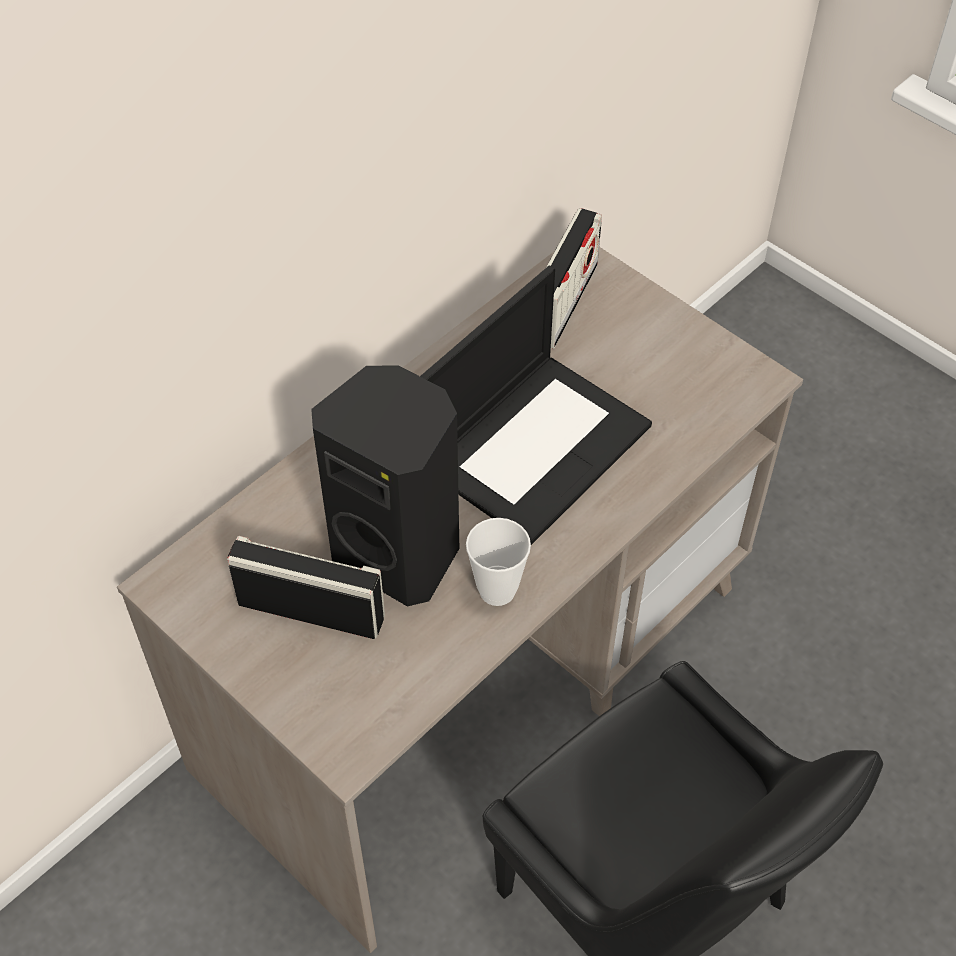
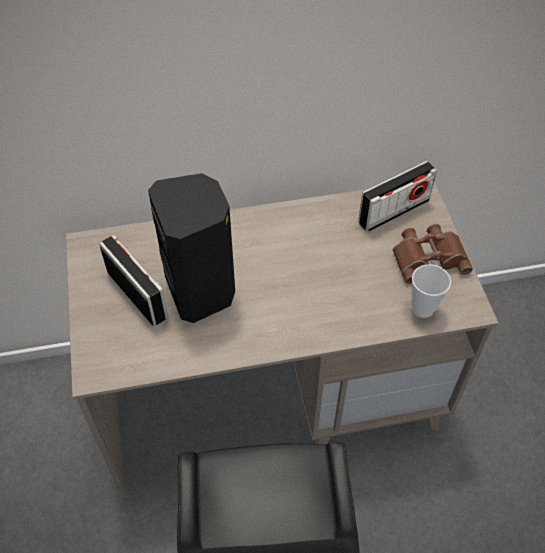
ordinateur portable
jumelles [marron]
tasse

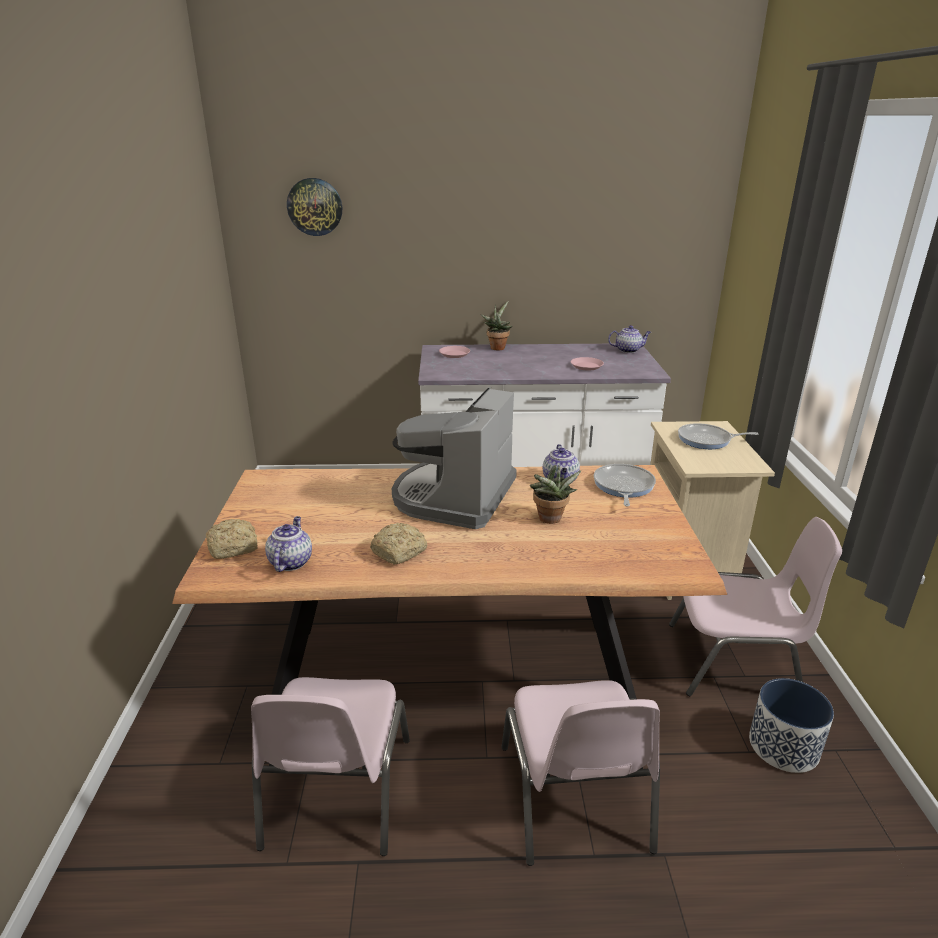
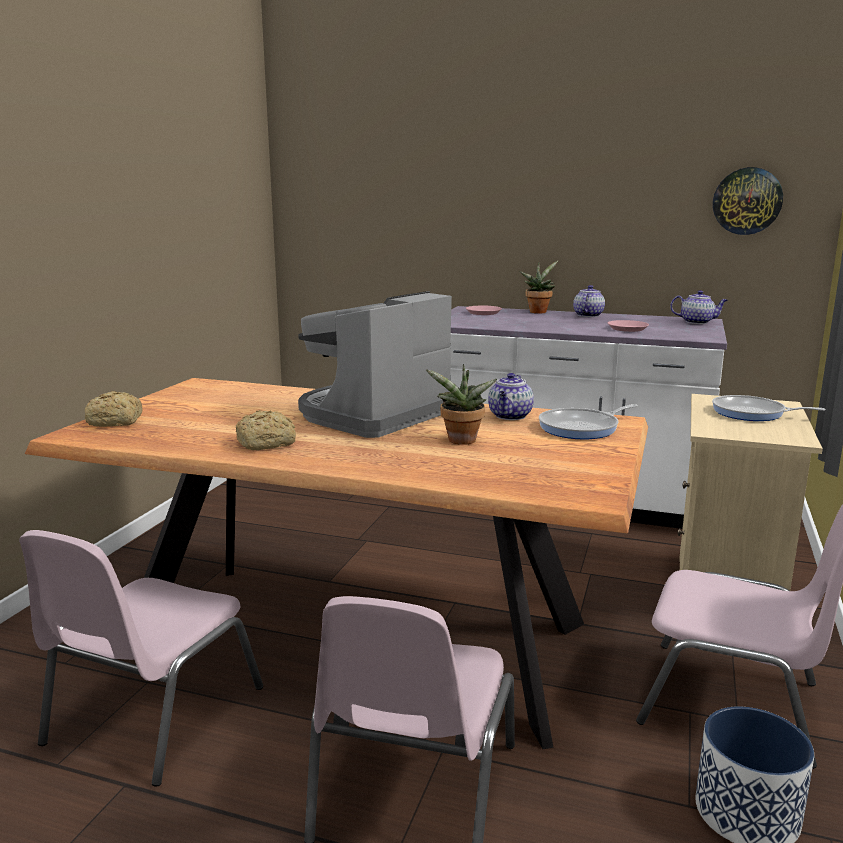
théière (no. 2 from left)
horloge murale
poêle (no. 1 from left)

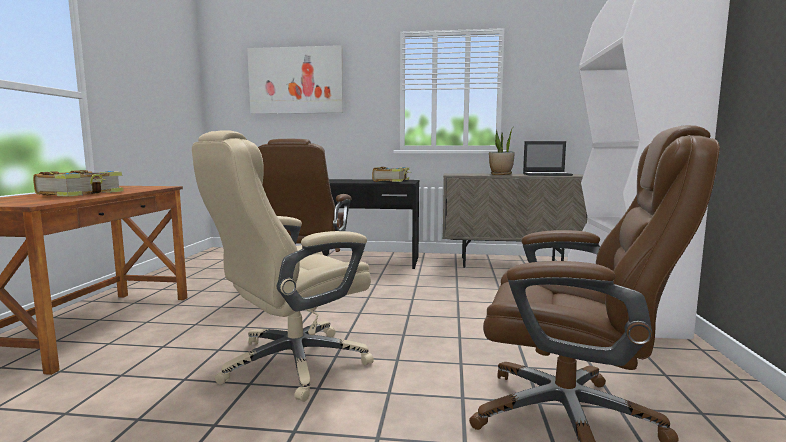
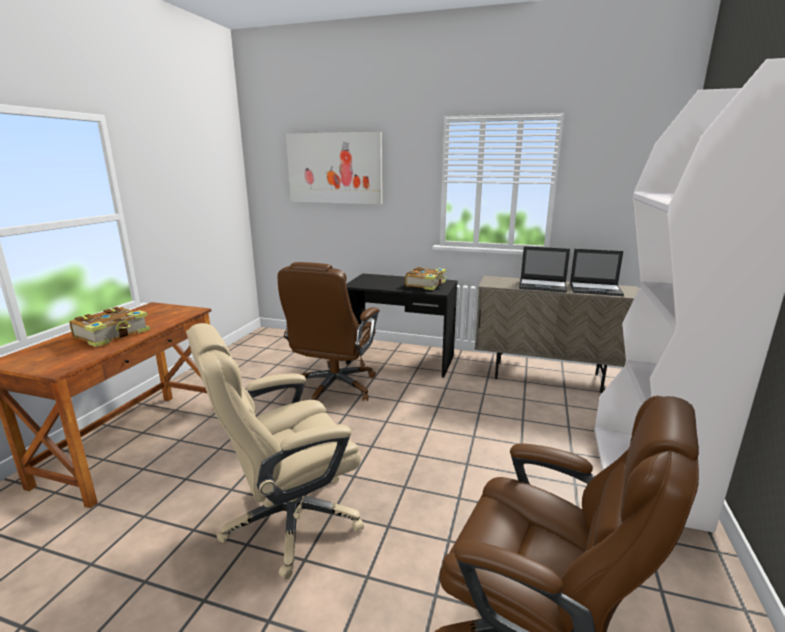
ordinateur portable (no. 1 from left)

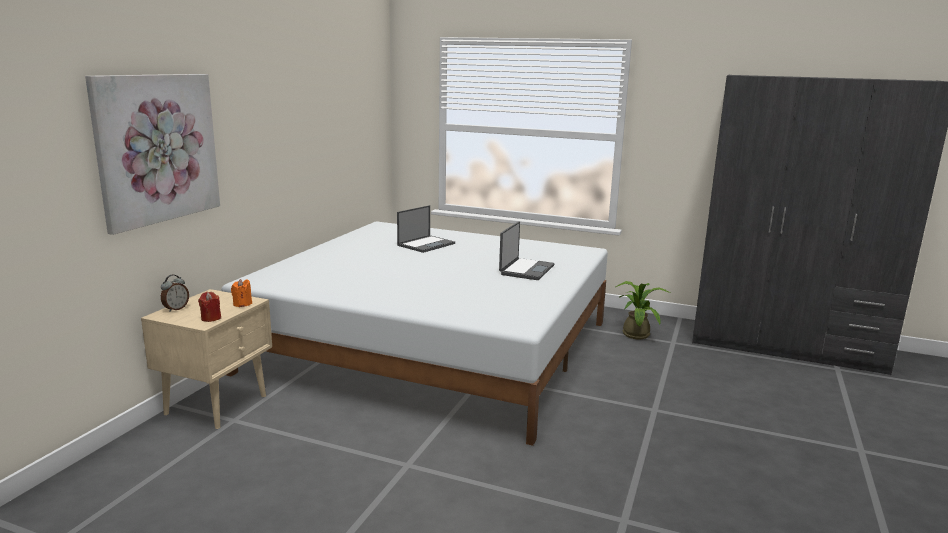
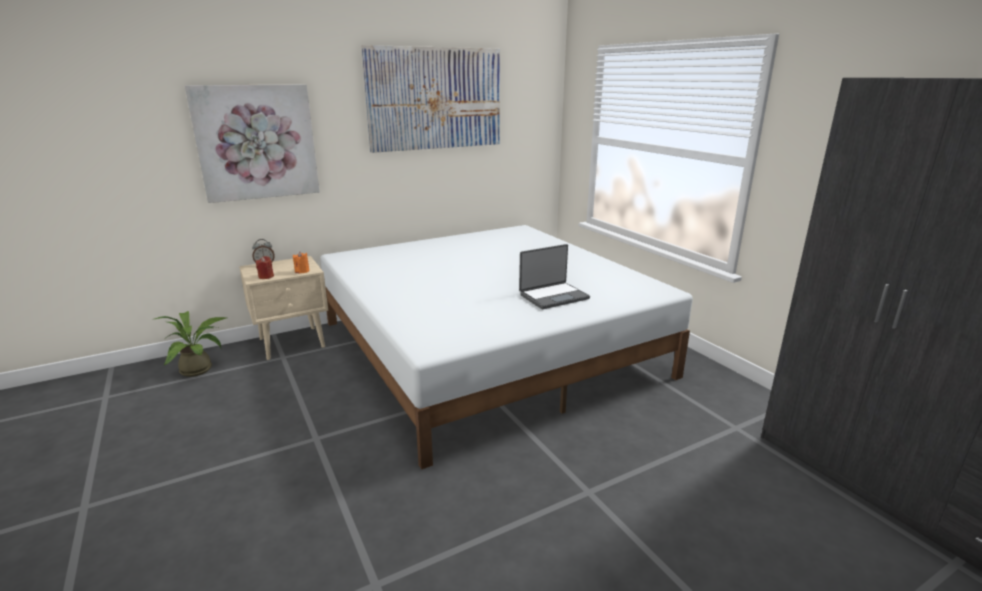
ordinateur portable (no. 1 from left in the first image)
tableau (no. 2 from left)
plante en pot

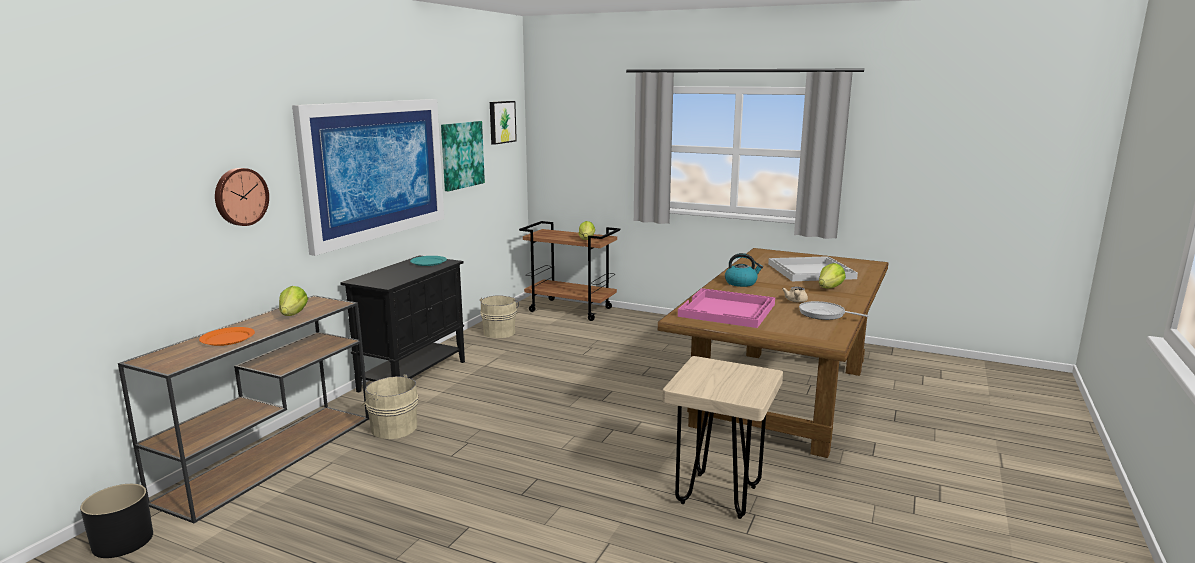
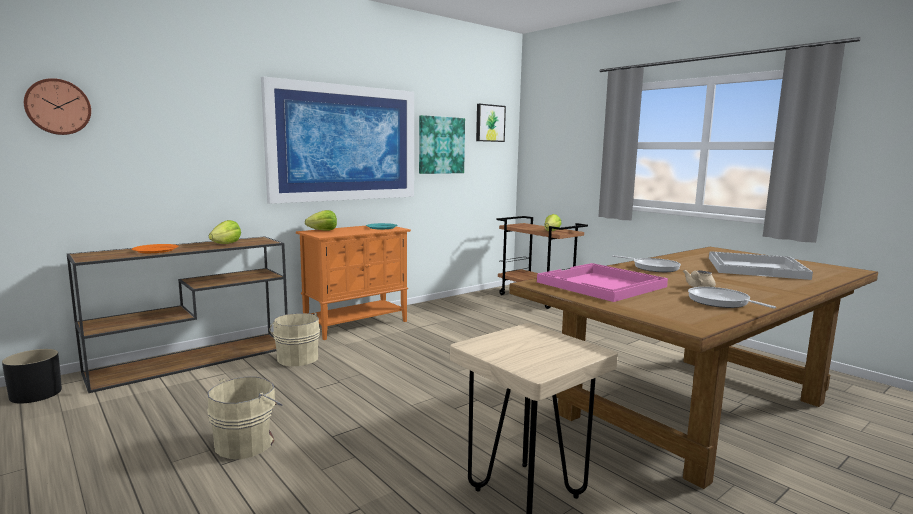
horloge murale
seau [beige] (no. 1 from left)
laitue (no. 2 from left)
poêle (no. 1 from left)
meuble de rangement [orange]

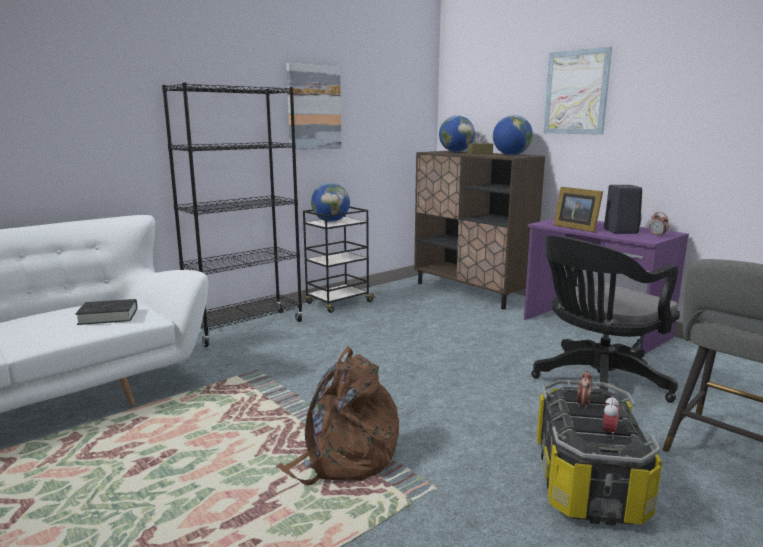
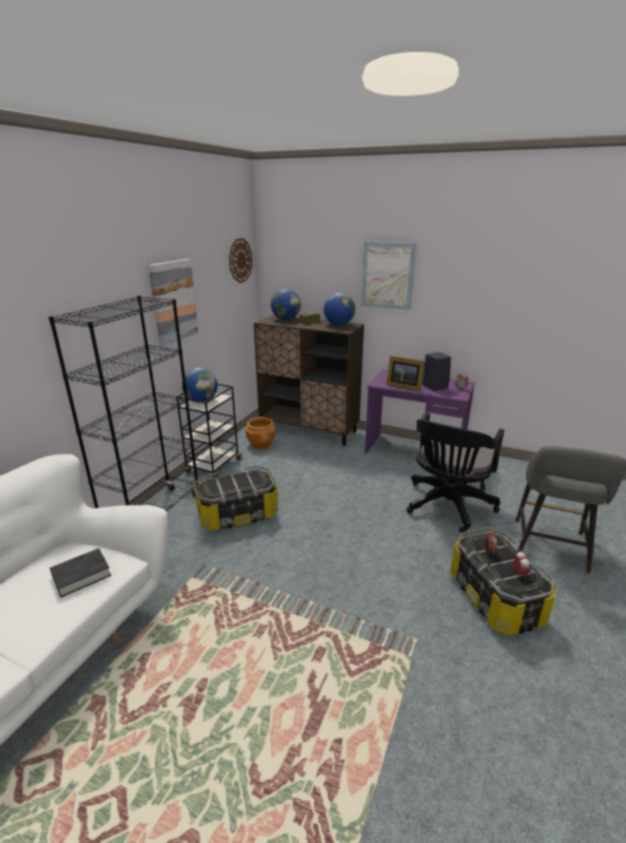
sac à dos [marron]
boîte de rangement (no. 1 from left)
horloge murale
cache-pot [marron]

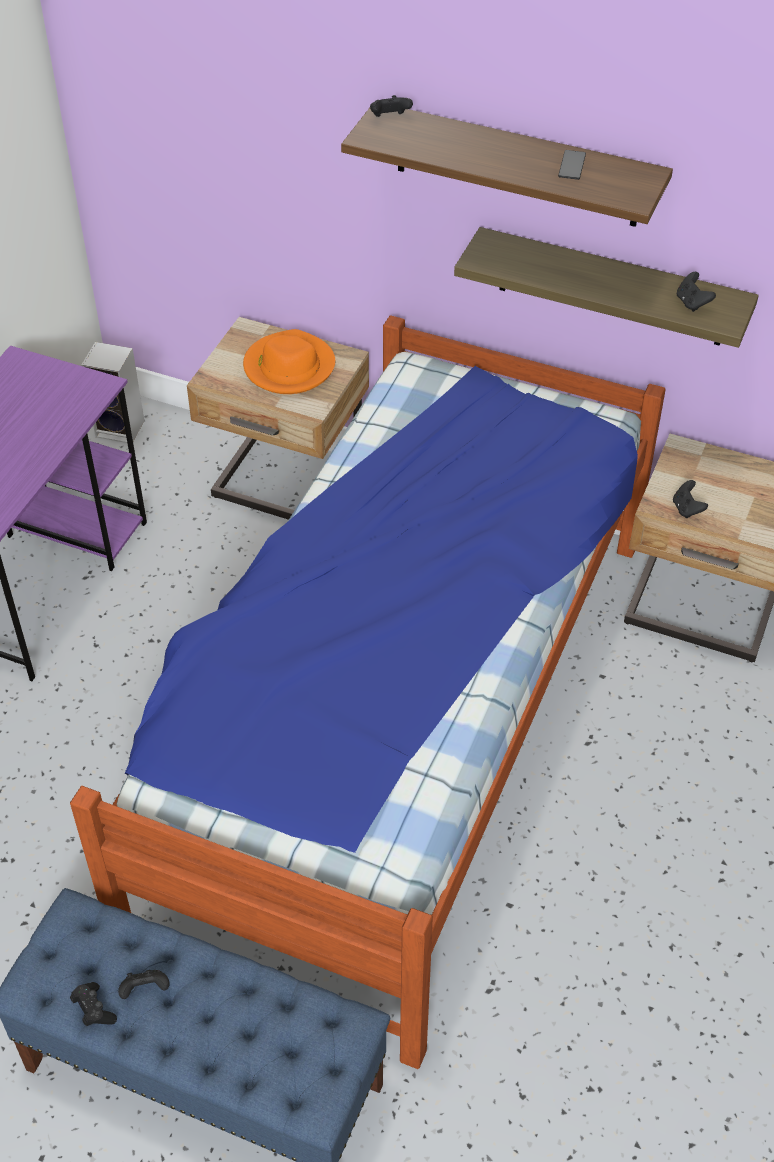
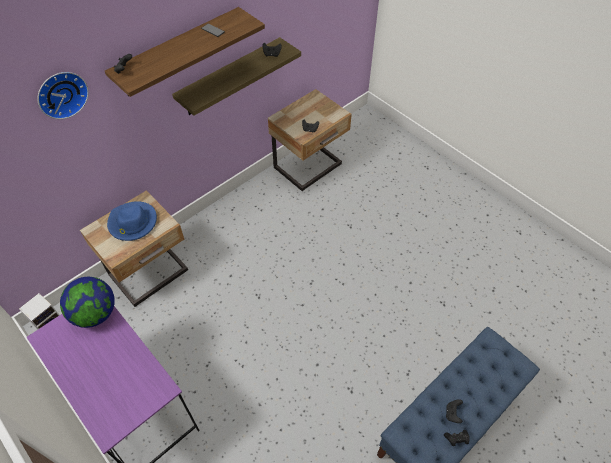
lit
horloge murale
globe
chapeau [bleu]

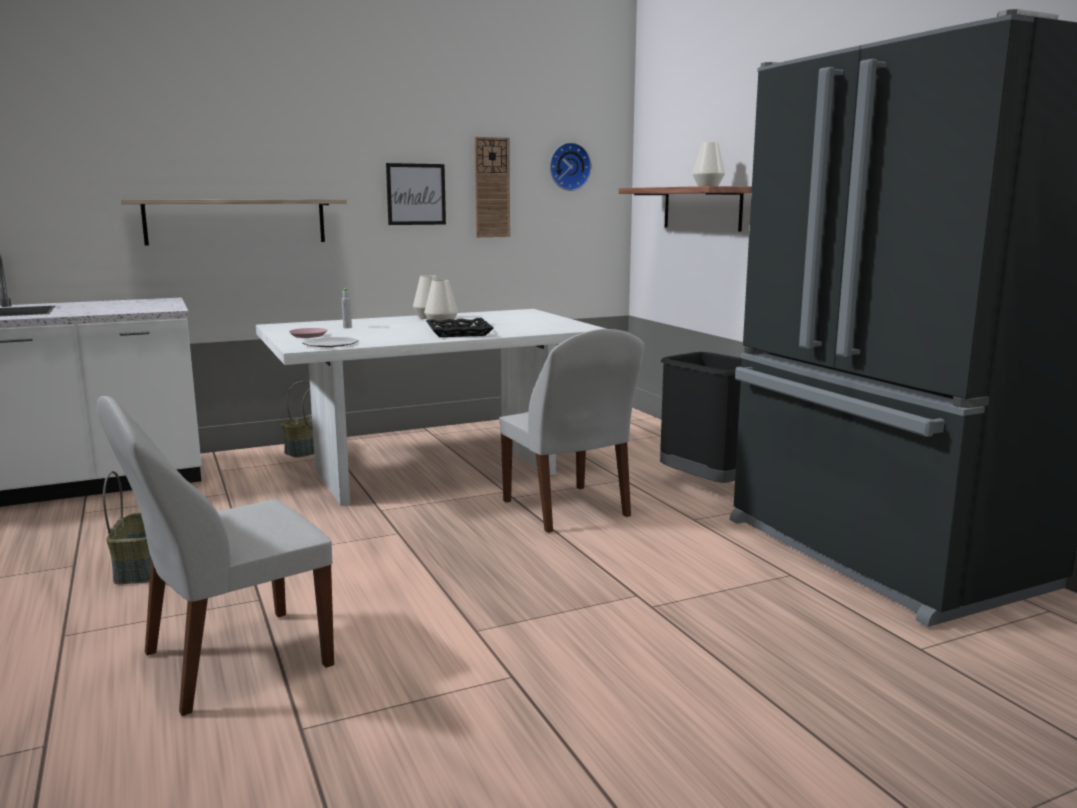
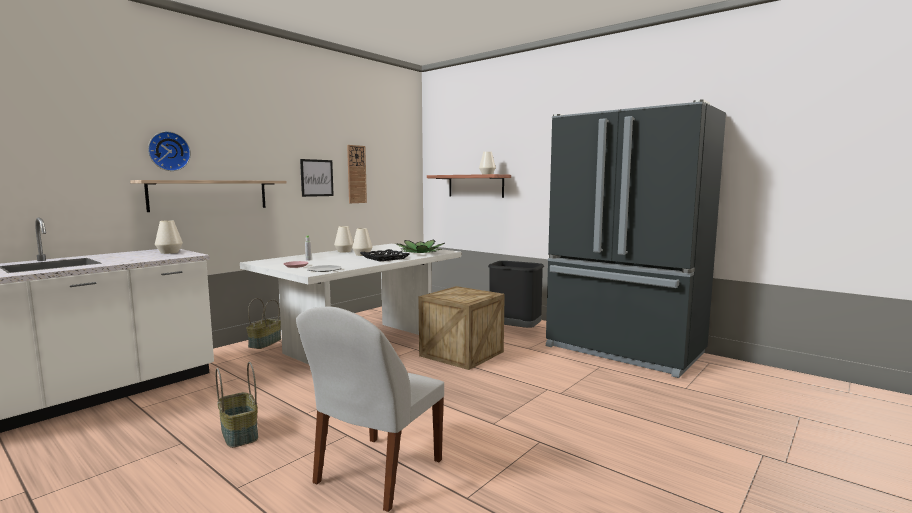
vase [blanc] (no. 1 from left)
plante en pot
horloge murale (no. 1 from left)
caisse

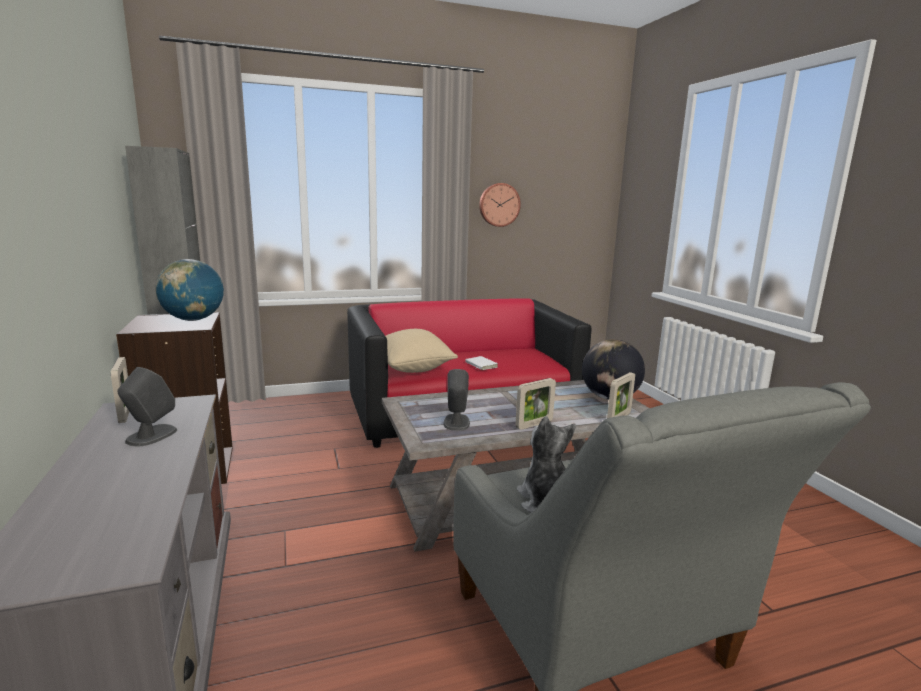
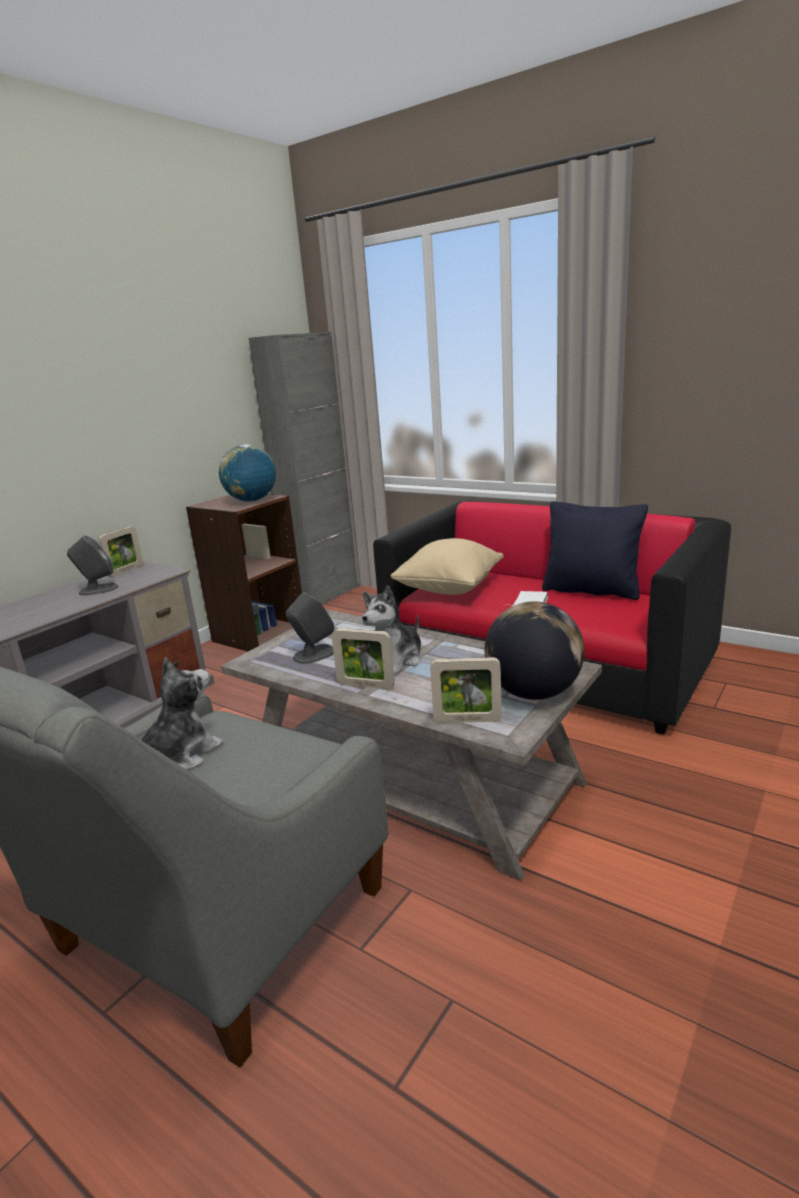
horloge murale
peluche (no. 2 from left)
coussin [noir]

